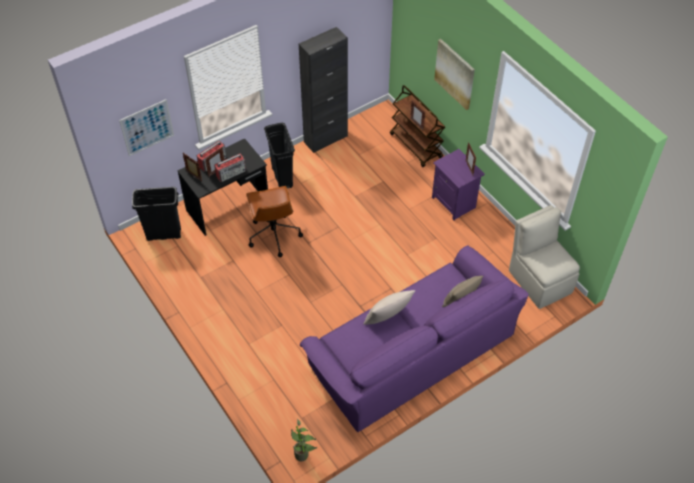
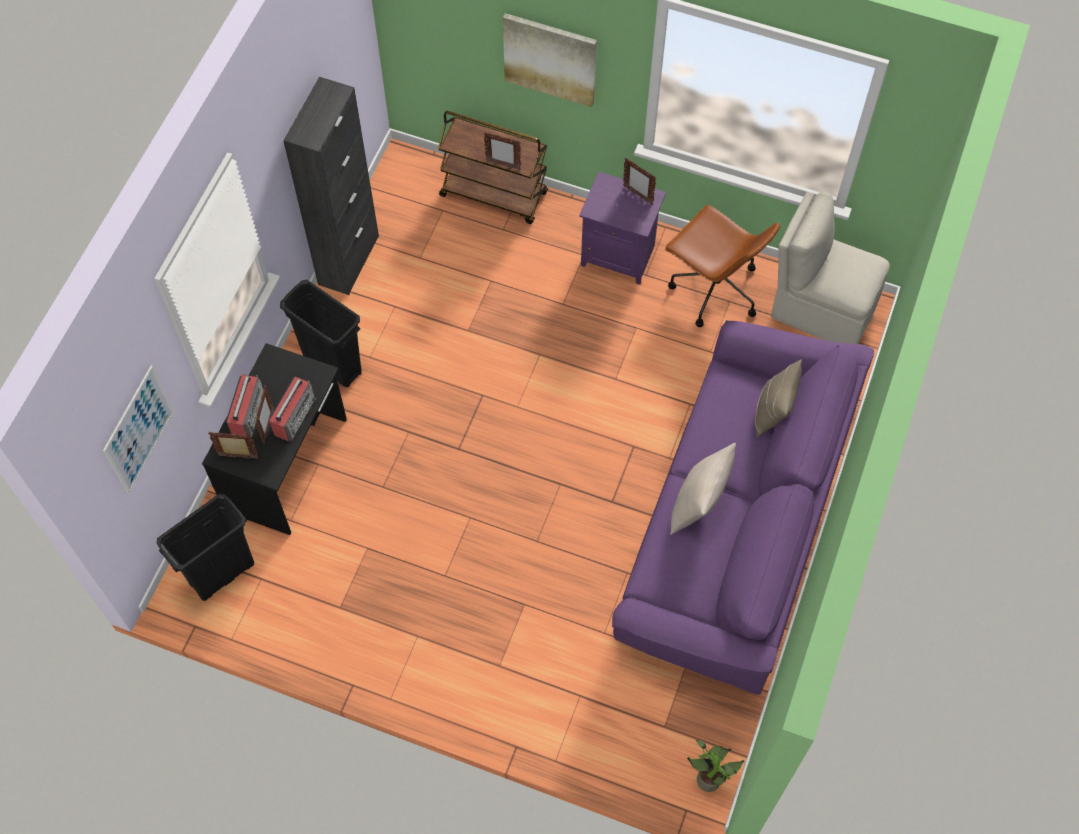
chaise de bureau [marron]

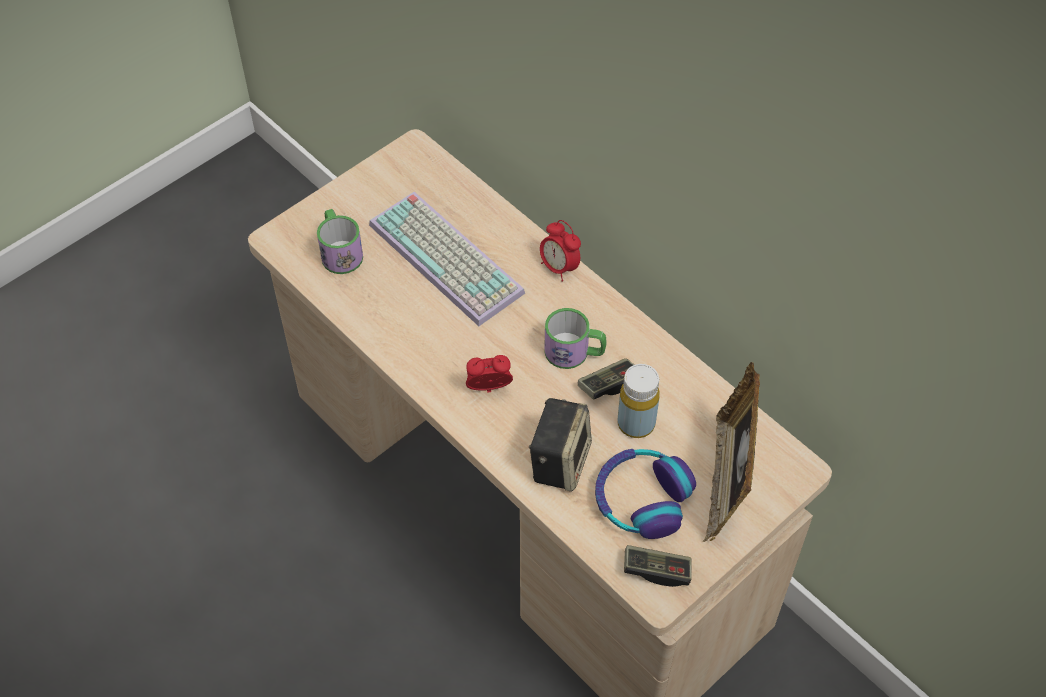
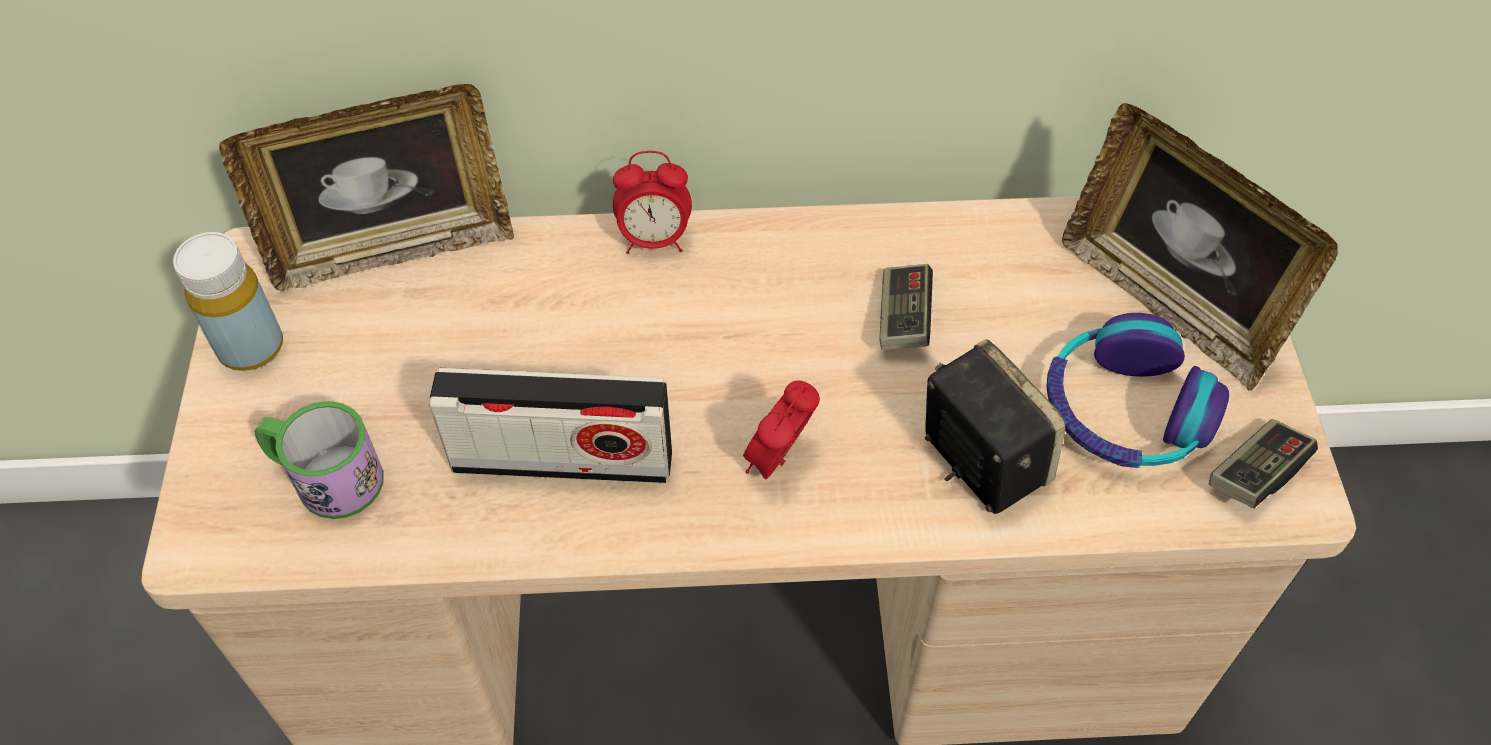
clavier
mug (no. 2 from left in the first image)
cadre photo (no. 1 from left)
radio
bouteille [jaune]

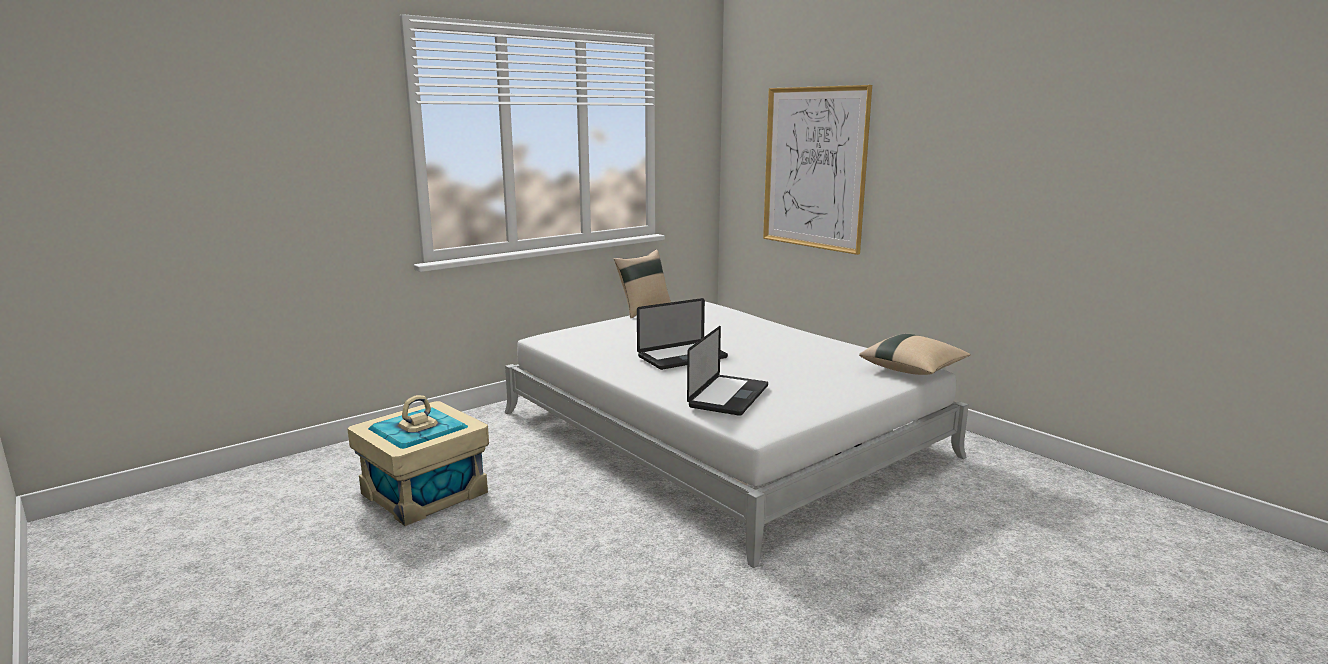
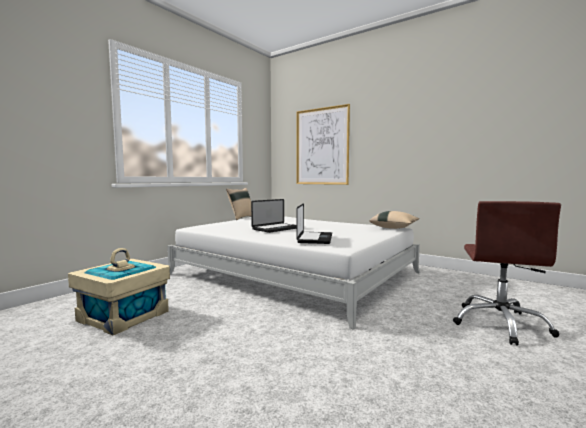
chaise de bureau [marron]

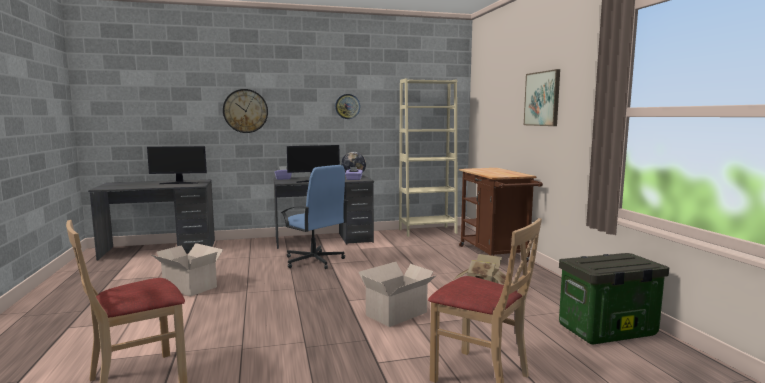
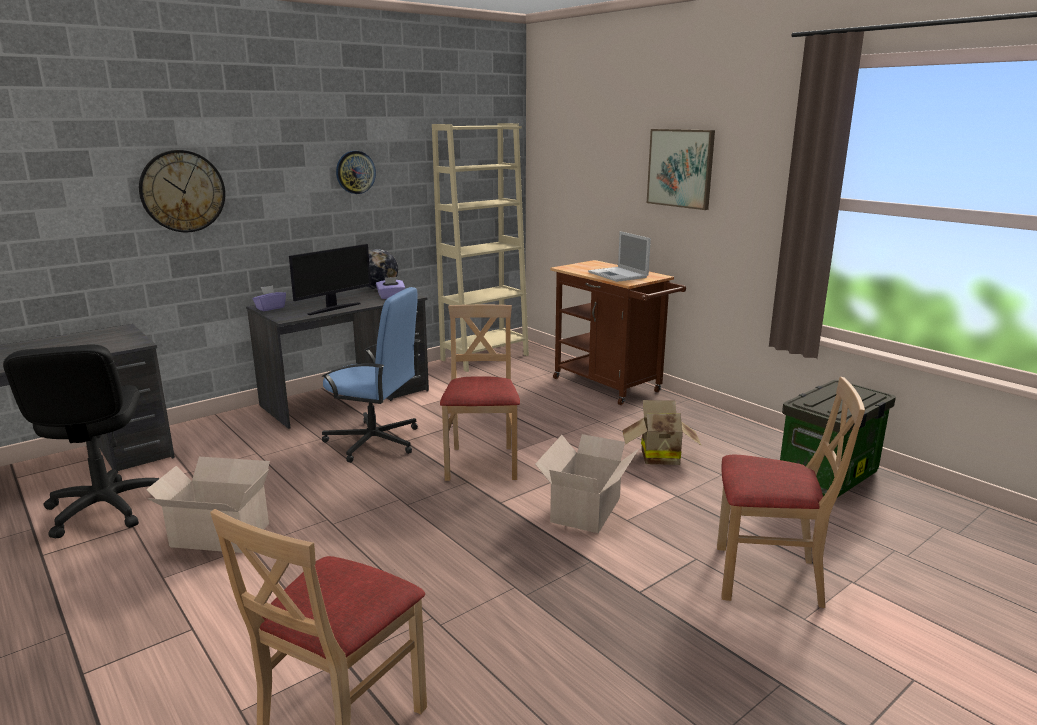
écran d'ordinateur (no. 1 from left in the first image)
chaise de bureau [noir]
chaise [beige] (no. 2 from left)
ordinateur portable

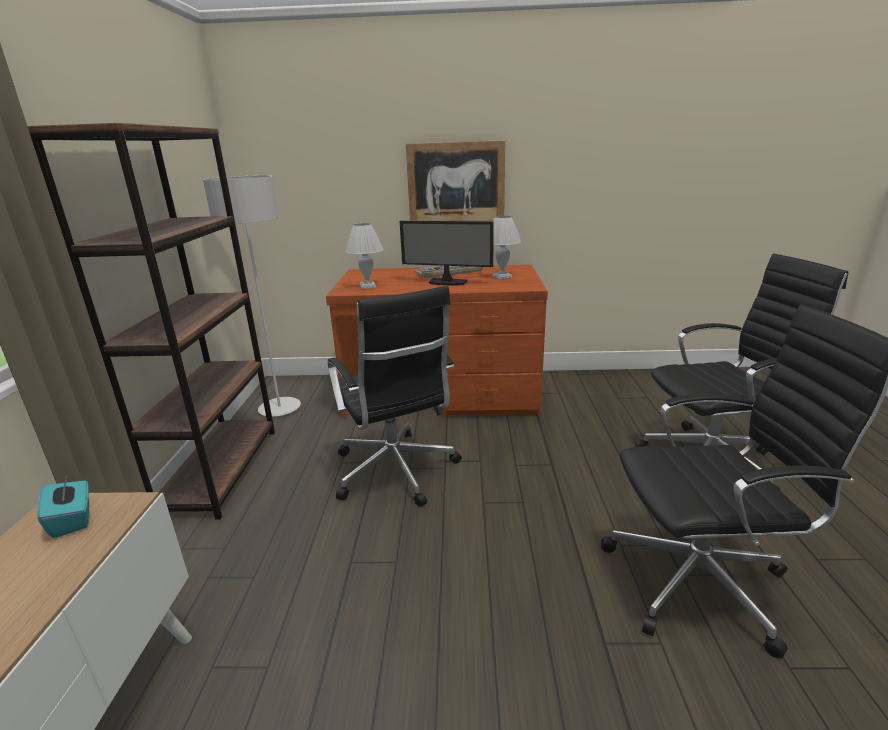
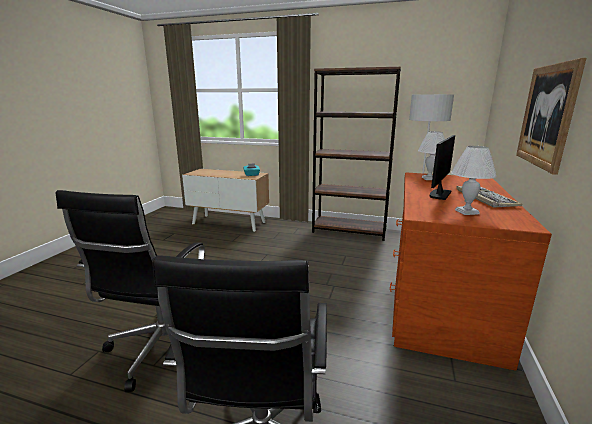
chaise de bureau [noir] (no. 1 from left in the first image)

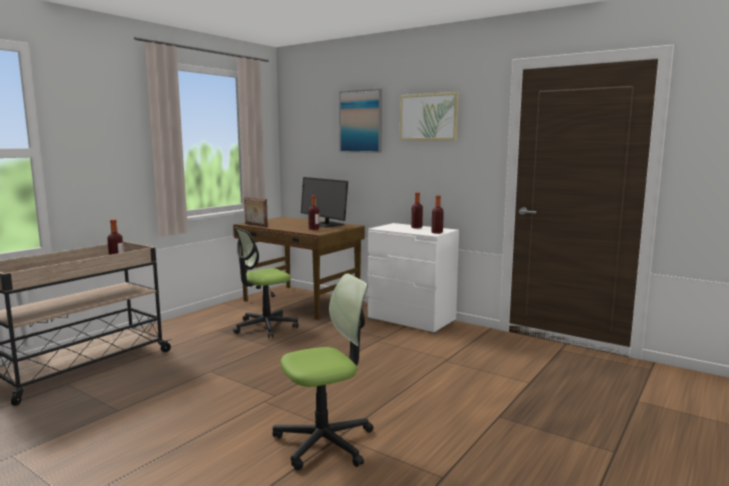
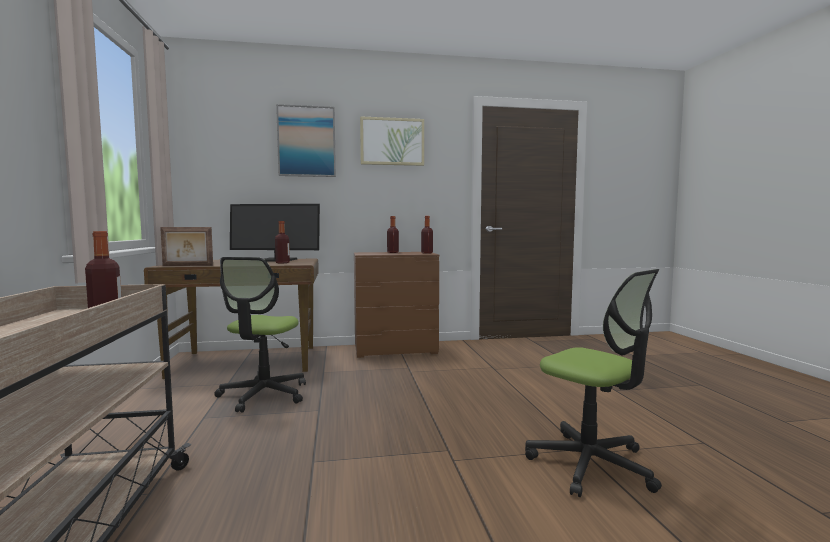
commode [marron]
chaise de bureau (no. 2 from left)

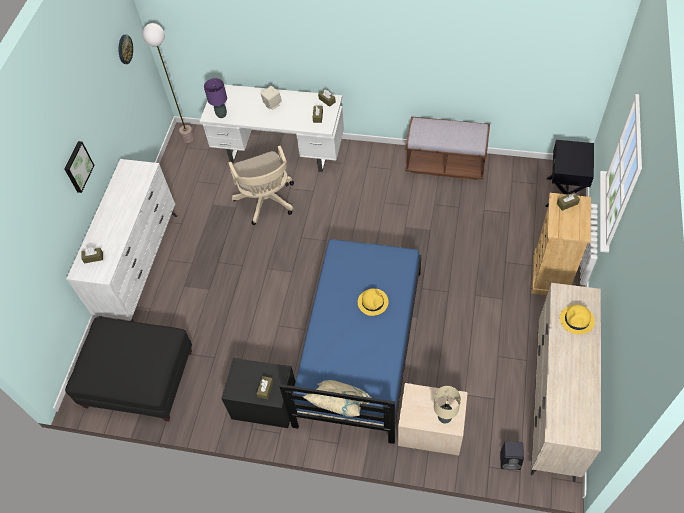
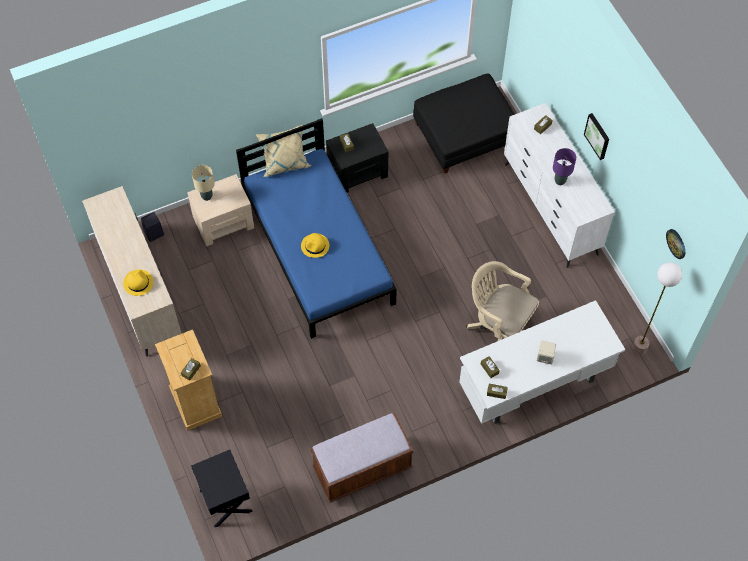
lampe de table [violet]

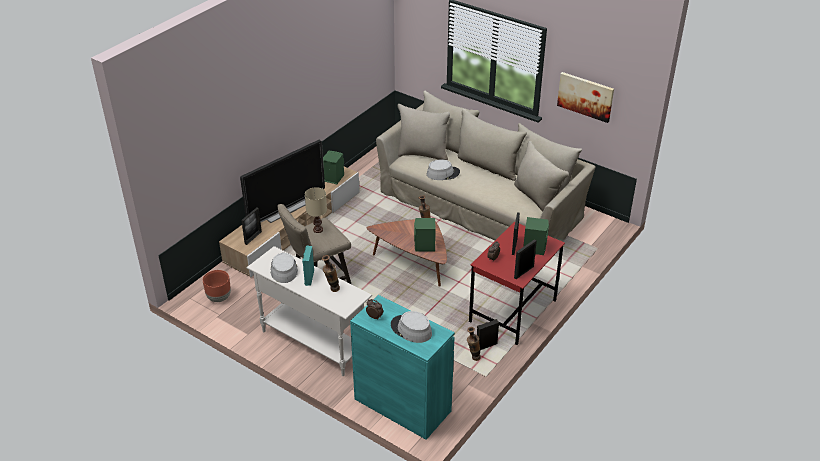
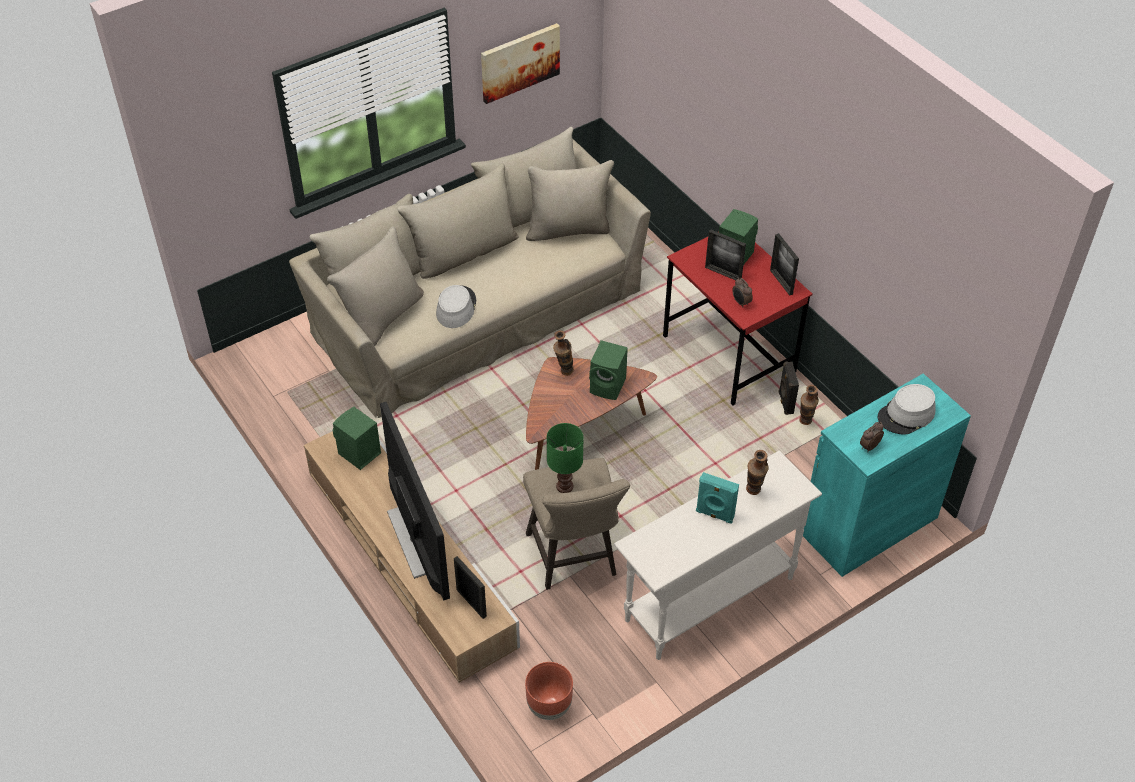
chapeau [gris] (no. 1 from left in the first image)
lampe de table [vert]

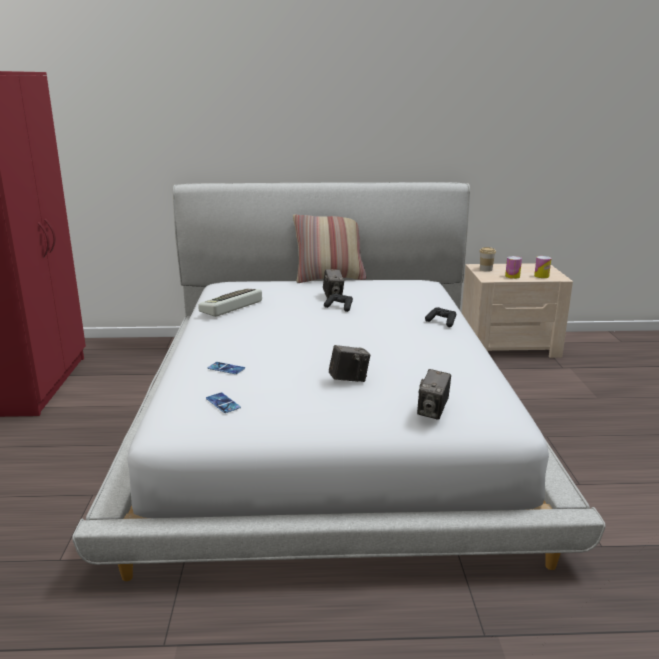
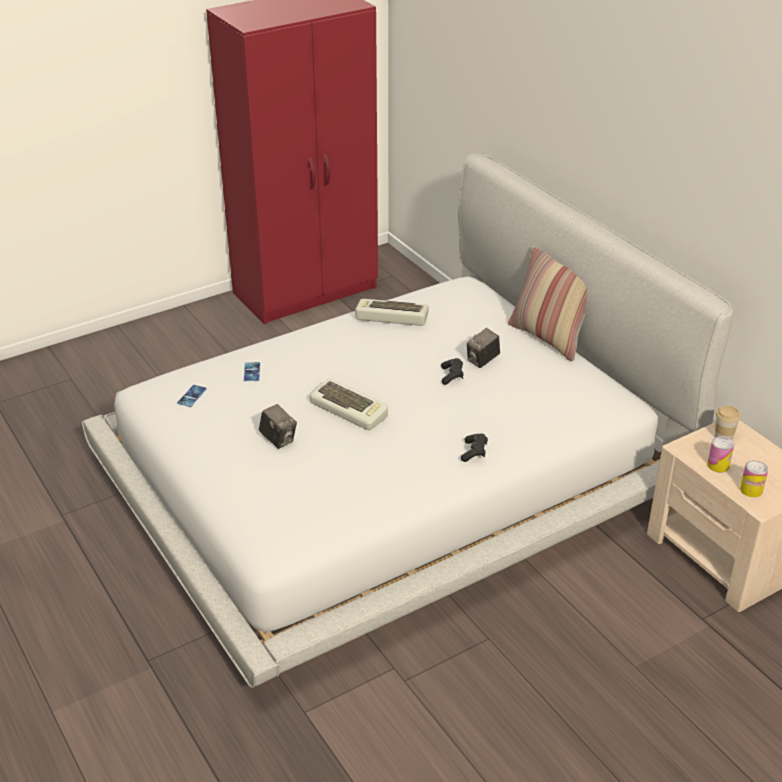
appareil photo (no. 3 from left in the first image)
clavier (no. 1 from left)

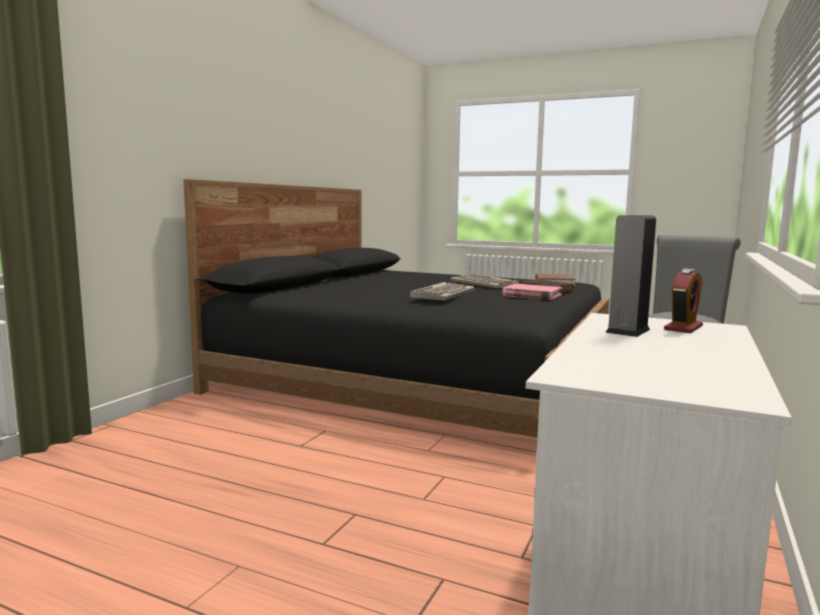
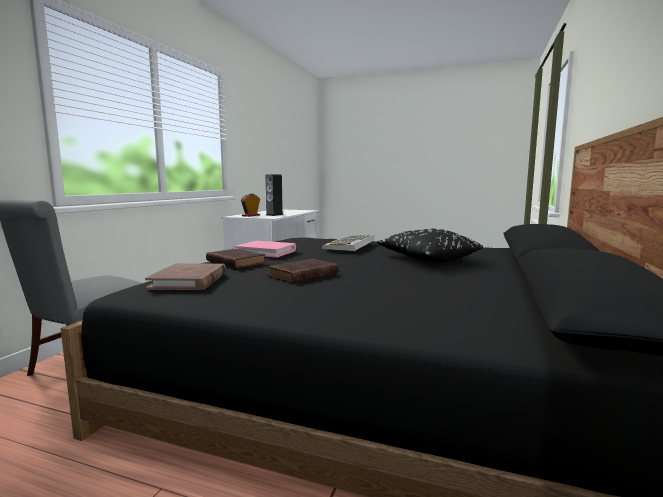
coussin [noir]
livre [marron] (no. 3 from left)

